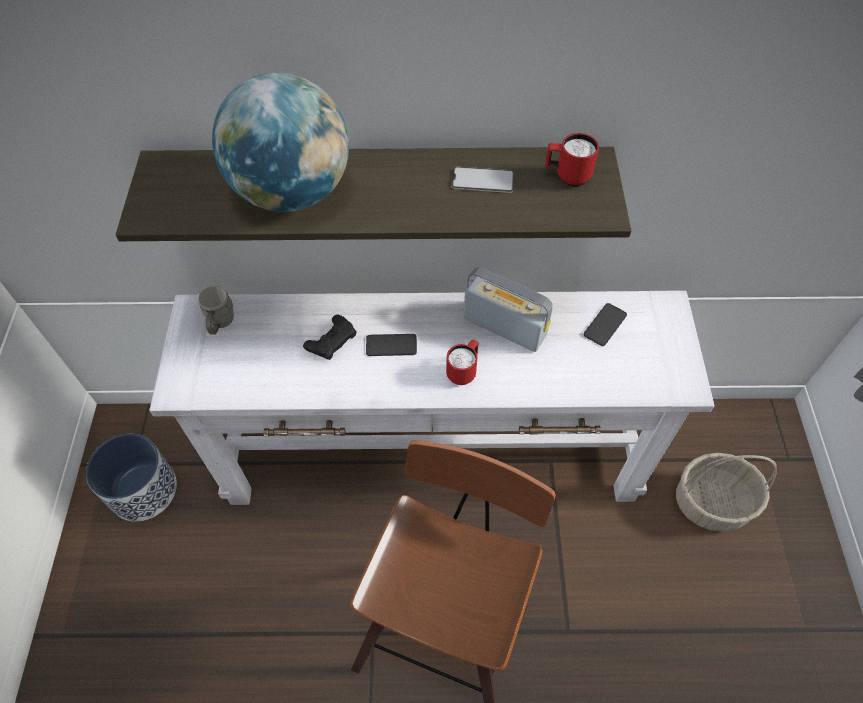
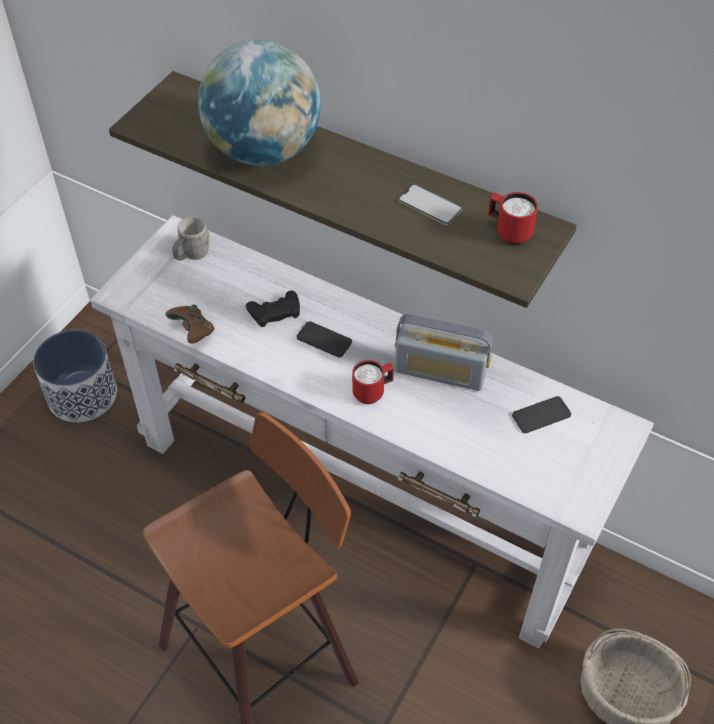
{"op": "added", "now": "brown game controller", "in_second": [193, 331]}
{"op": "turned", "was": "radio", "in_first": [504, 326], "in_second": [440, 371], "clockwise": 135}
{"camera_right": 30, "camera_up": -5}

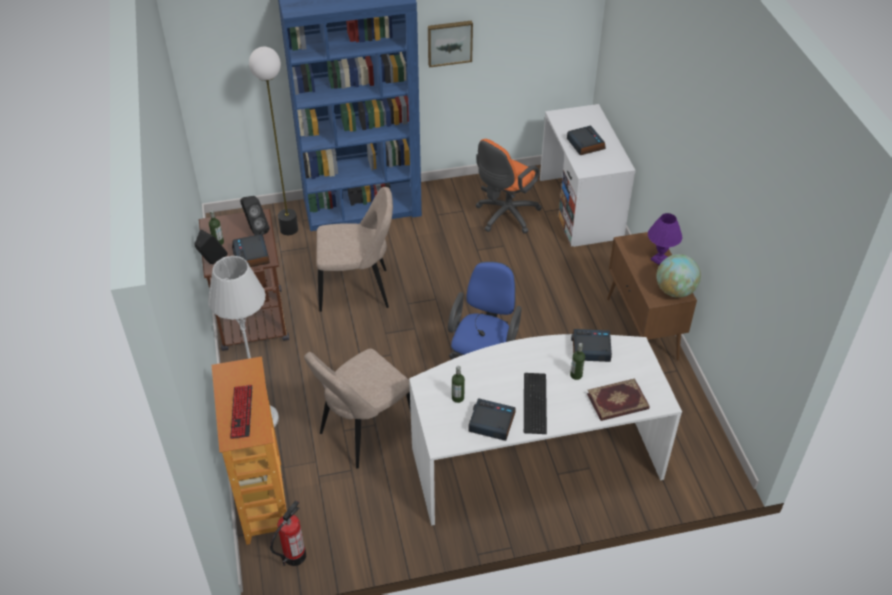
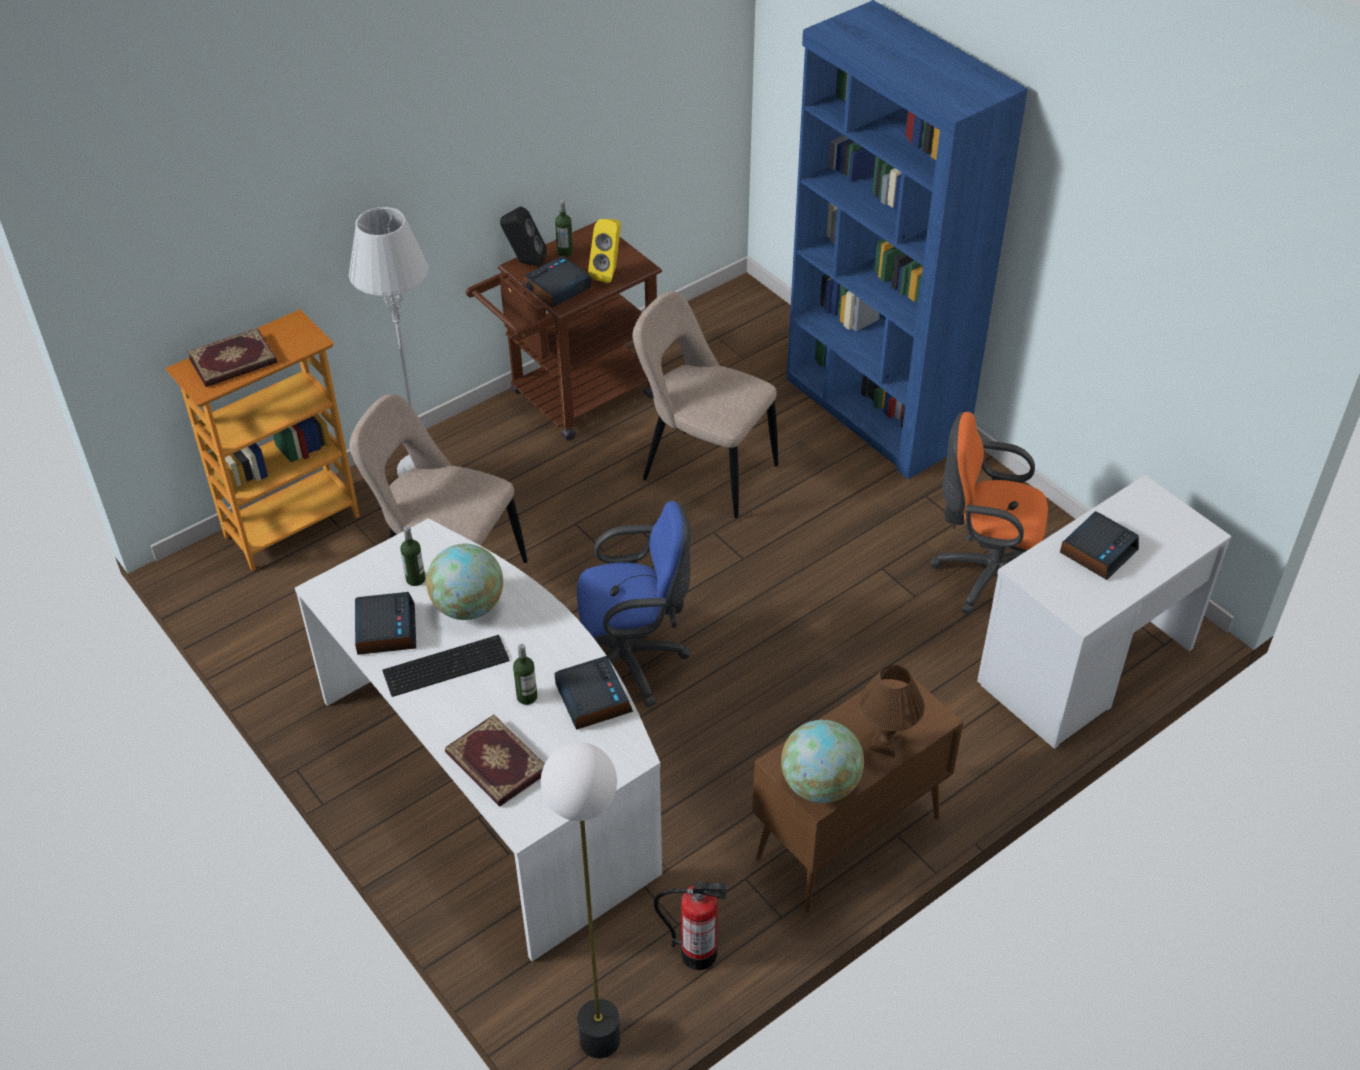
{"op": "replaced", "was": "keyboard", "now": "book", "in_first": [241, 412], "in_second": [233, 361]}
{"op": "added", "now": "globe", "in_second": [468, 607]}
{"op": "moved", "was": "floor lamp", "in_first": [289, 229], "in_second": [600, 1040]}
{"op": "recoloured", "was": "black speaker", "now": "yellow speaker", "in_first": [255, 230], "in_second": [608, 273]}
{"op": "turned", "was": "beige chair", "in_first": [358, 290], "in_second": [704, 471], "clockwise": 150}
{"op": "moved", "was": "fire extinguisher", "in_first": [294, 556], "in_second": [698, 953]}
{"op": "recoloured", "was": "purple table lamp", "now": "brown table lamp", "in_first": [660, 259], "in_second": [886, 743]}
{"op": "removed", "was": "picture", "in_first": [449, 42]}
{"camera_right": 65, "camera_up": 0}

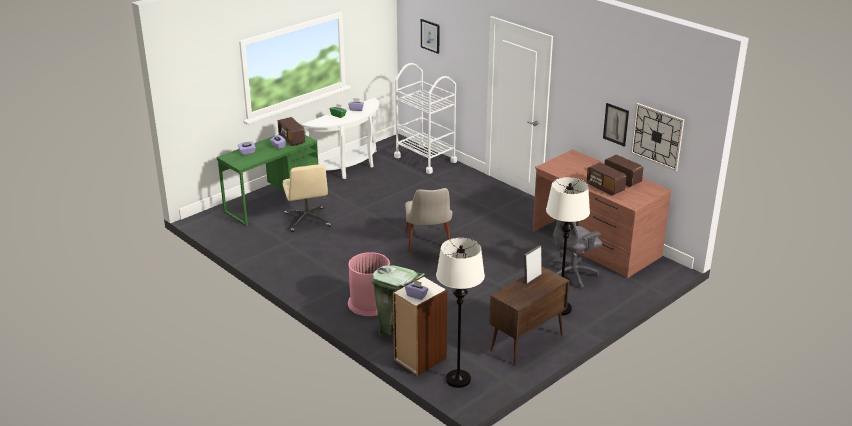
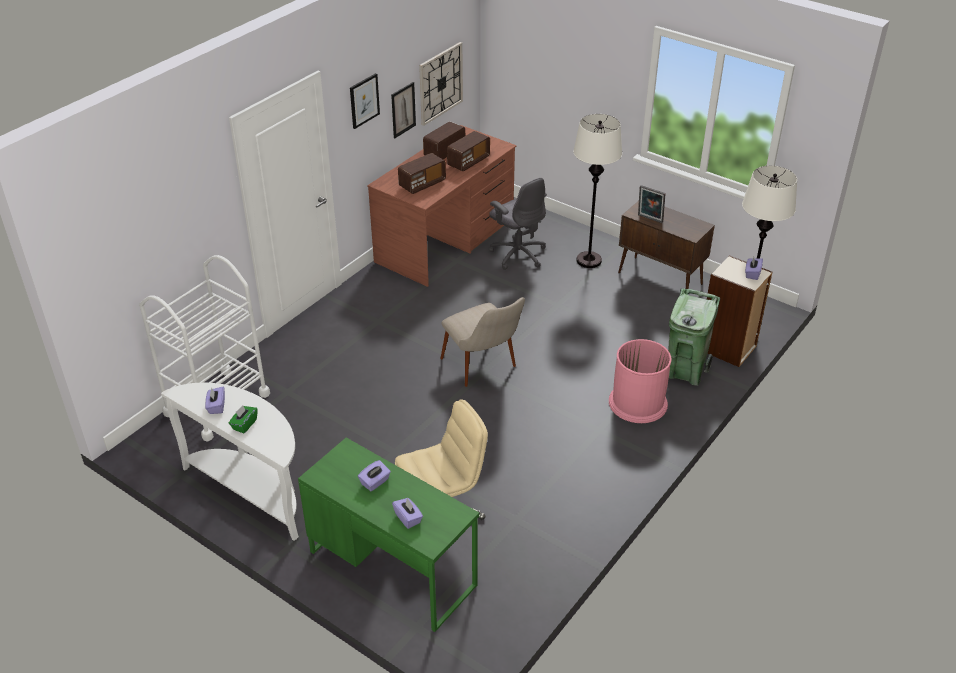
{"op": "moved", "was": "picture", "in_first": [430, 36], "in_second": [364, 100]}
{"op": "moved", "was": "radio", "in_first": [292, 139], "in_second": [422, 184]}
{"op": "turned", "was": "beige chair", "in_first": [428, 245], "in_second": [484, 369], "clockwise": 75}
{"camera_right": -100, "camera_up": 10}

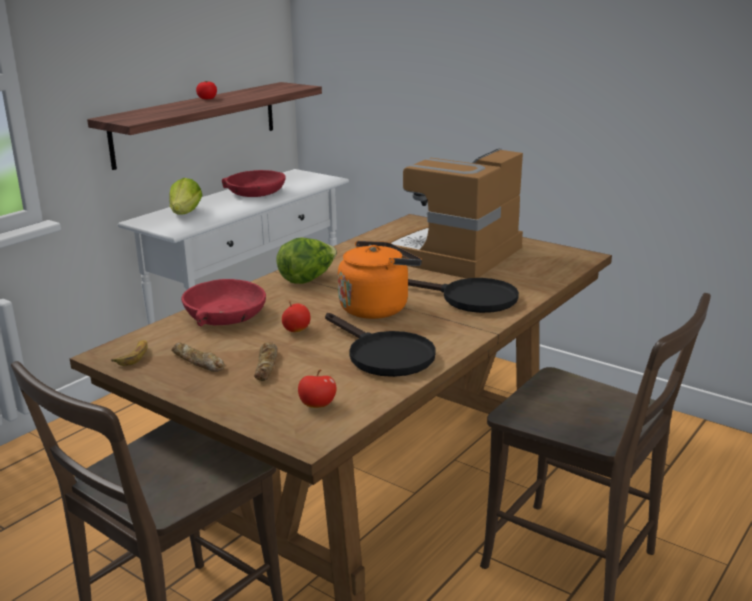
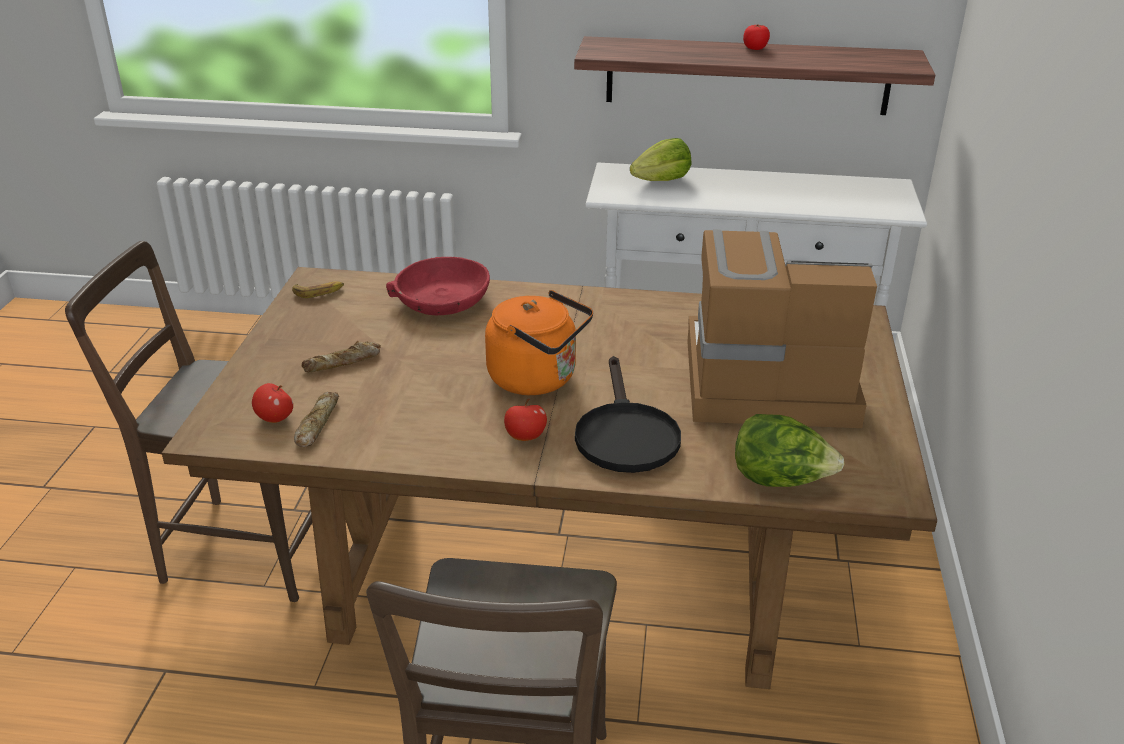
{"op": "moved", "was": "bread", "in_first": [197, 362], "in_second": [316, 424]}
{"op": "moved", "was": "apple", "in_first": [296, 330], "in_second": [525, 437]}
{"op": "moved", "was": "lettuce", "in_first": [307, 279], "in_second": [780, 480]}
{"op": "removed", "was": "red bowl", "in_first": [255, 192]}
{"op": "removed", "was": "black frying pan", "in_first": [383, 355]}
{"camera_right": 60, "camera_up": 10}

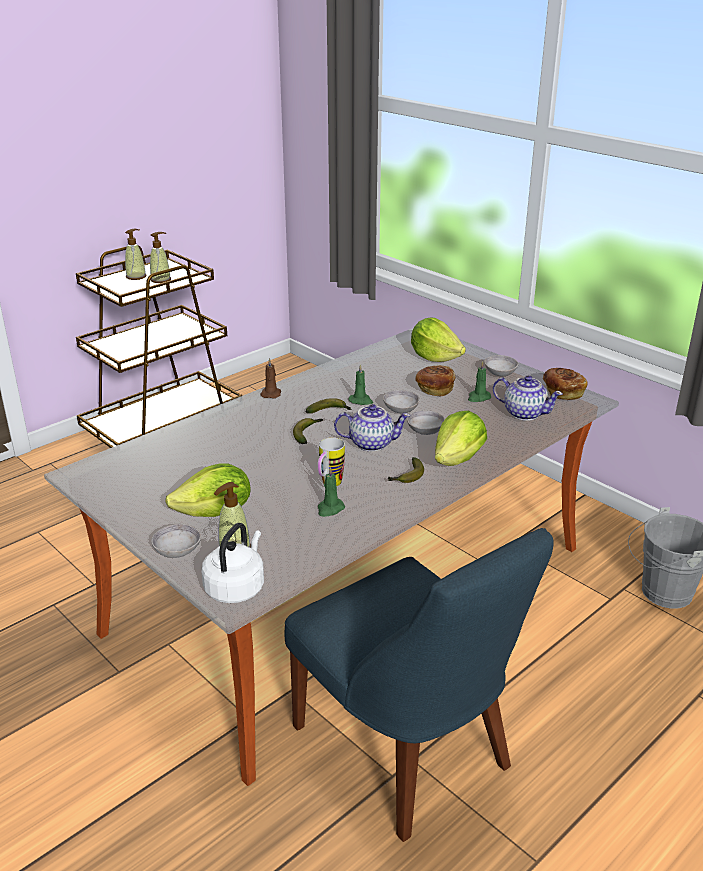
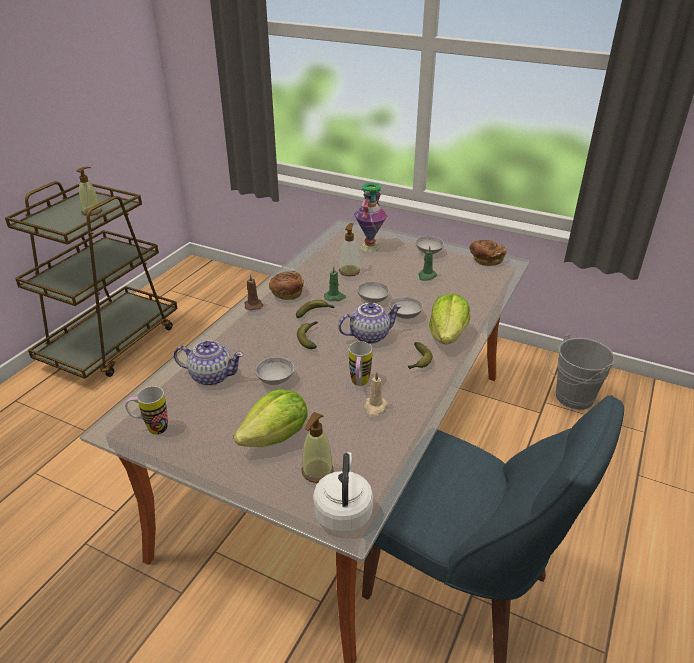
{"op": "added", "now": "mug", "in_second": [151, 429]}
{"op": "moved", "was": "teapot", "in_first": [524, 413], "in_second": [211, 376]}
{"op": "moved", "was": "grey bowl", "in_first": [177, 551], "in_second": [275, 379]}
{"op": "moved", "was": "bread", "in_first": [434, 389], "in_second": [286, 293]}
{"op": "moved", "was": "soap dispenser", "in_first": [136, 276], "in_second": [349, 271]}
{"op": "replaced", "was": "lettuce", "now": "vase", "in_first": [435, 357], "in_second": [369, 246]}
{"op": "recoloured", "was": "green candle", "now": "beige candle", "in_first": [330, 509], "in_second": [375, 407]}
{"camera_right": -20, "camera_up": 5}

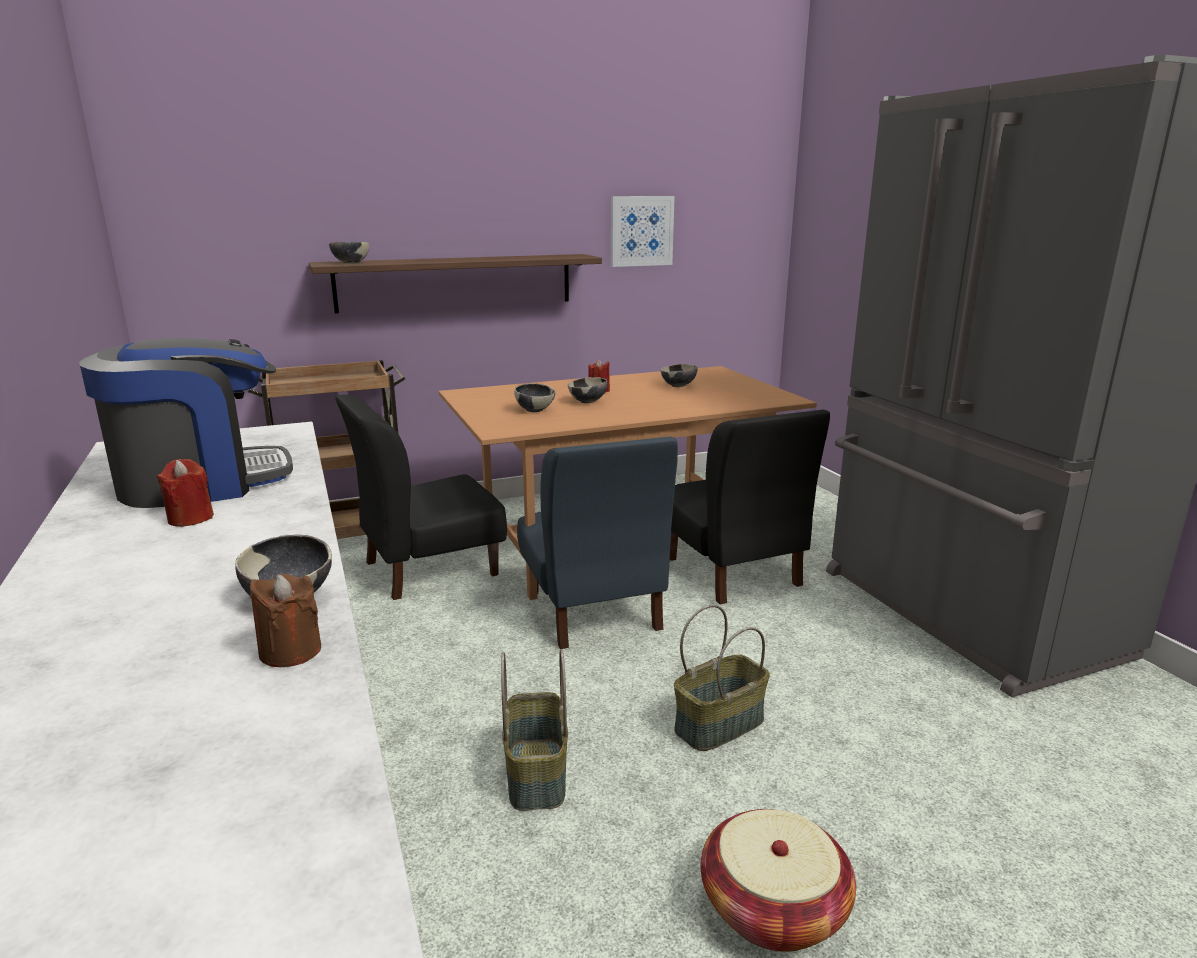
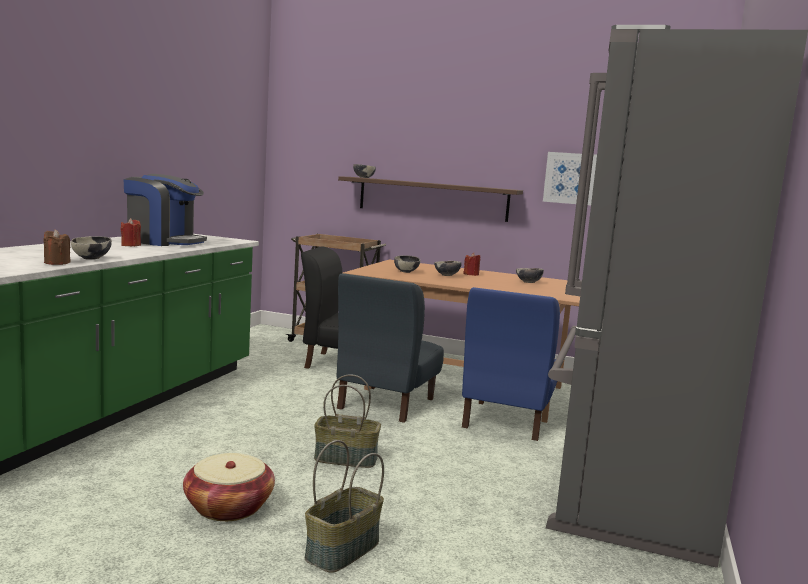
{"op": "moved", "was": "basket", "in_first": [538, 774], "in_second": [343, 551]}
{"op": "recoloured", "was": "black chair", "now": "blue chair", "in_first": [733, 572], "in_second": [505, 420]}
{"camera_right": 40, "camera_up": -10}

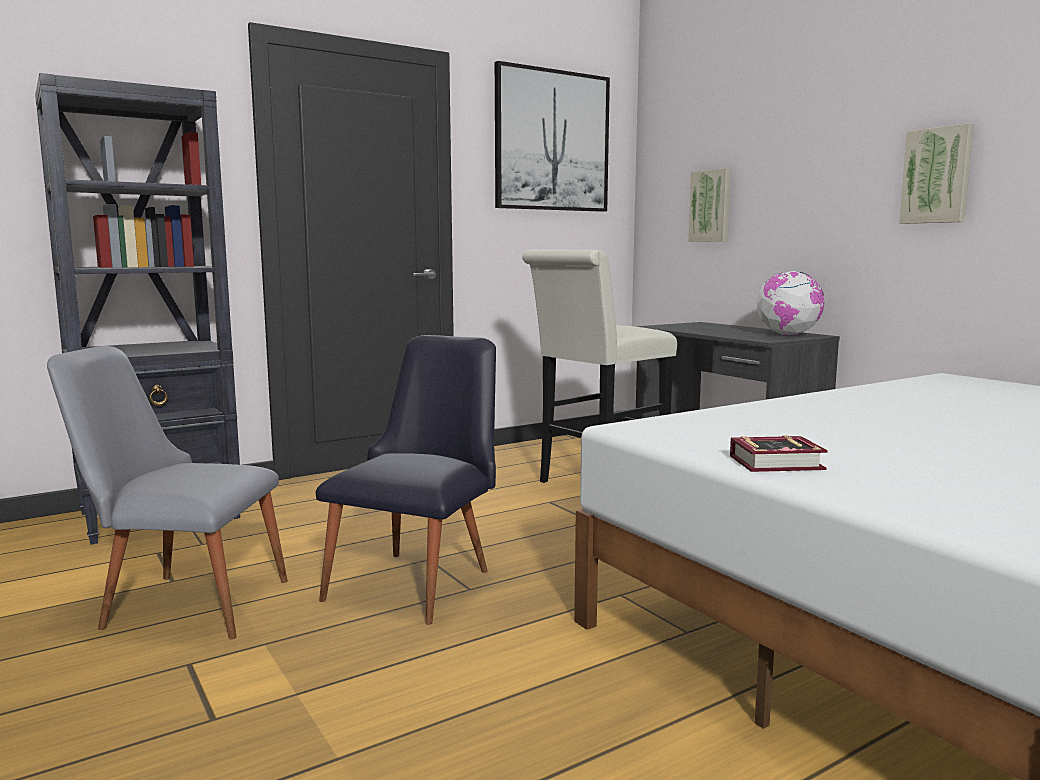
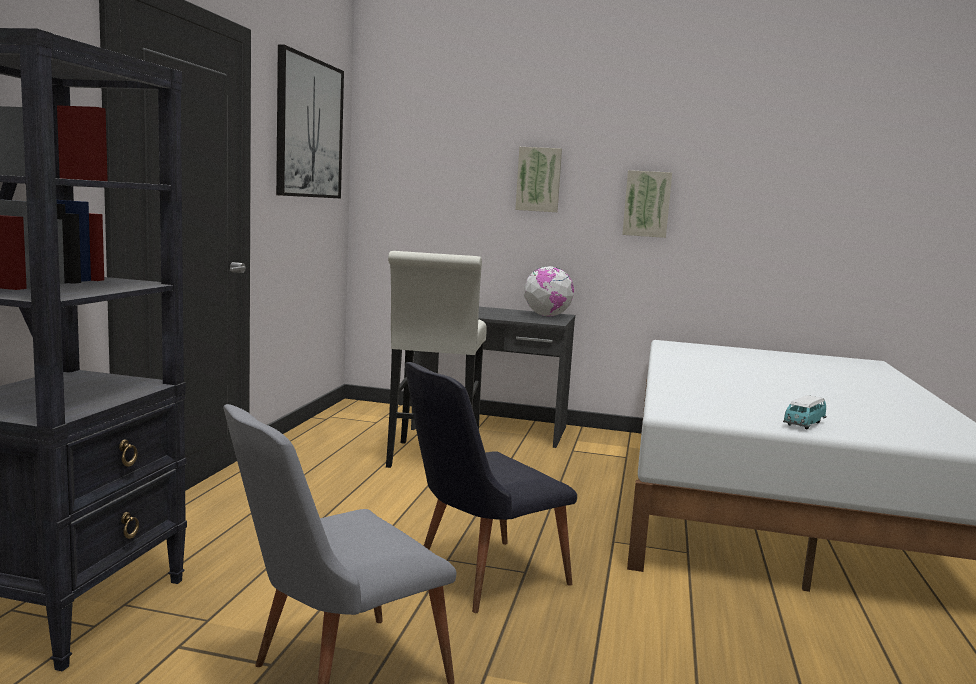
{"op": "turned", "was": "black chair", "in_first": [420, 579], "in_second": [478, 578], "clockwise": -105}
{"op": "moved", "was": "picture", "in_first": [711, 206], "in_second": [539, 179]}
{"op": "replaced", "was": "book", "now": "toy car", "in_first": [780, 463], "in_second": [804, 424]}
{"camera_right": -45, "camera_up": 0}

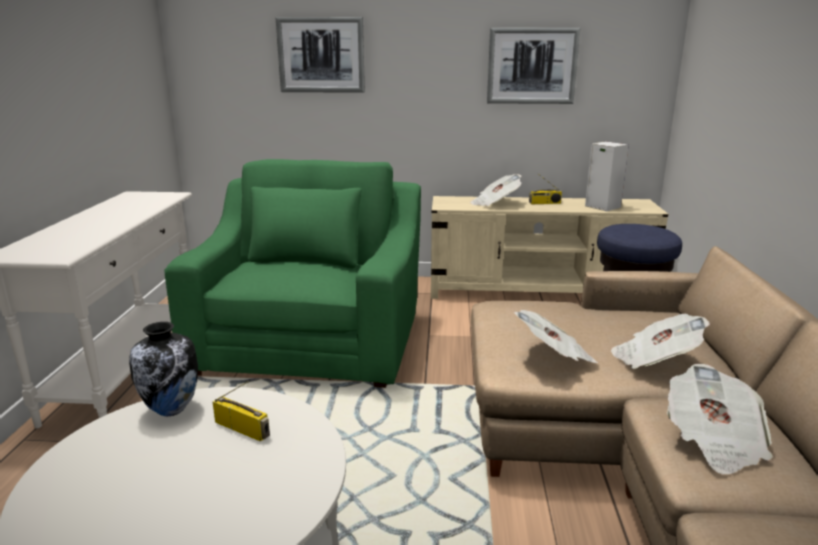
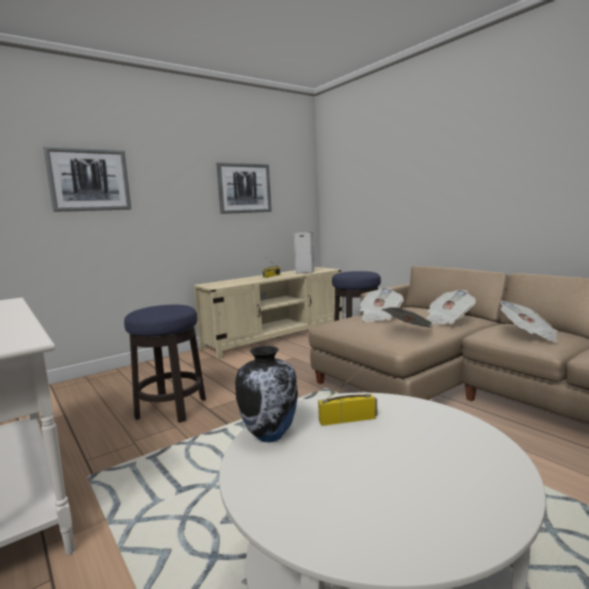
{"op": "replaced", "was": "green armchair", "now": "stool", "in_first": [312, 341], "in_second": [171, 409]}
{"op": "moved", "was": "newspaper", "in_first": [495, 203], "in_second": [379, 317]}
{"camera_right": -40, "camera_up": -10}

